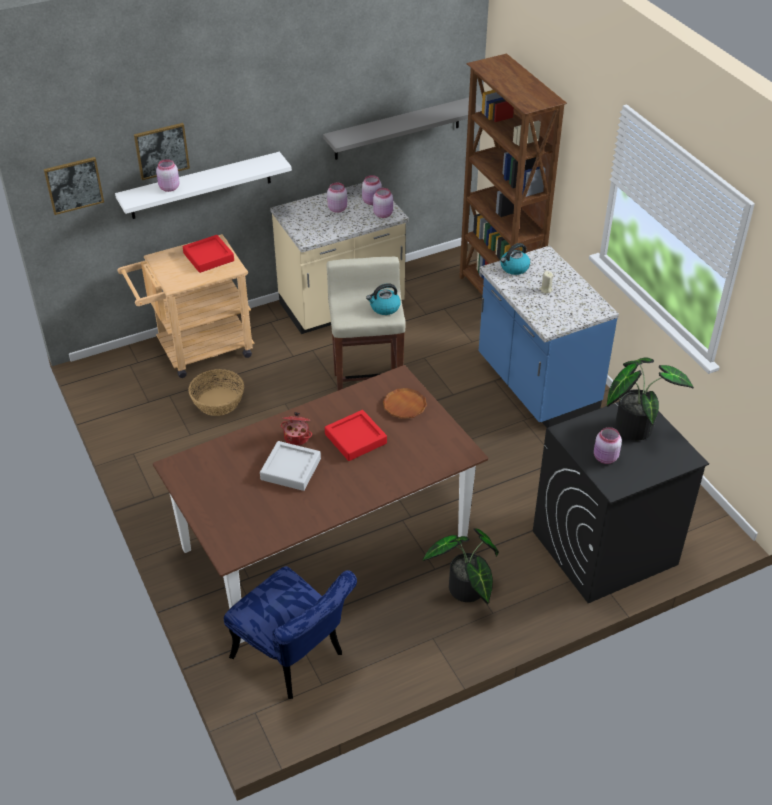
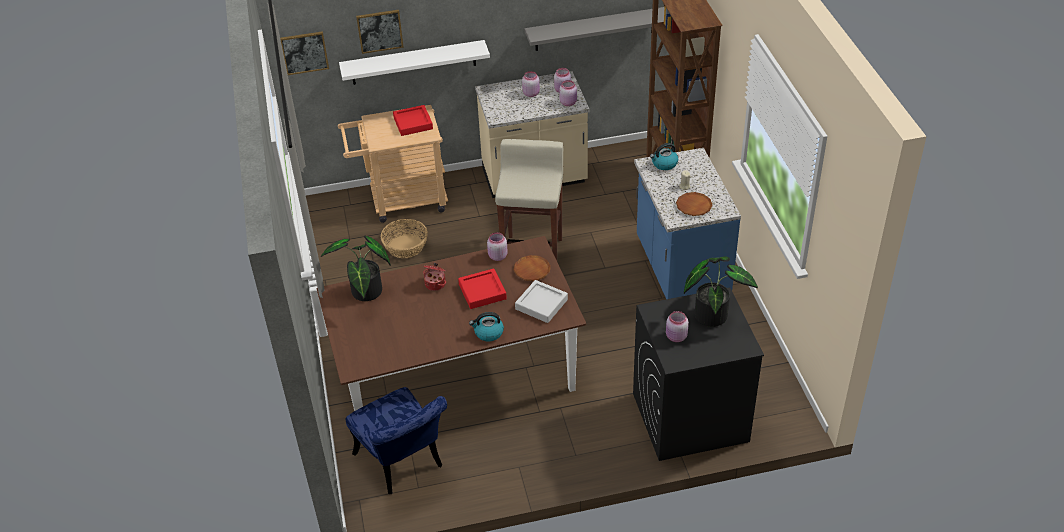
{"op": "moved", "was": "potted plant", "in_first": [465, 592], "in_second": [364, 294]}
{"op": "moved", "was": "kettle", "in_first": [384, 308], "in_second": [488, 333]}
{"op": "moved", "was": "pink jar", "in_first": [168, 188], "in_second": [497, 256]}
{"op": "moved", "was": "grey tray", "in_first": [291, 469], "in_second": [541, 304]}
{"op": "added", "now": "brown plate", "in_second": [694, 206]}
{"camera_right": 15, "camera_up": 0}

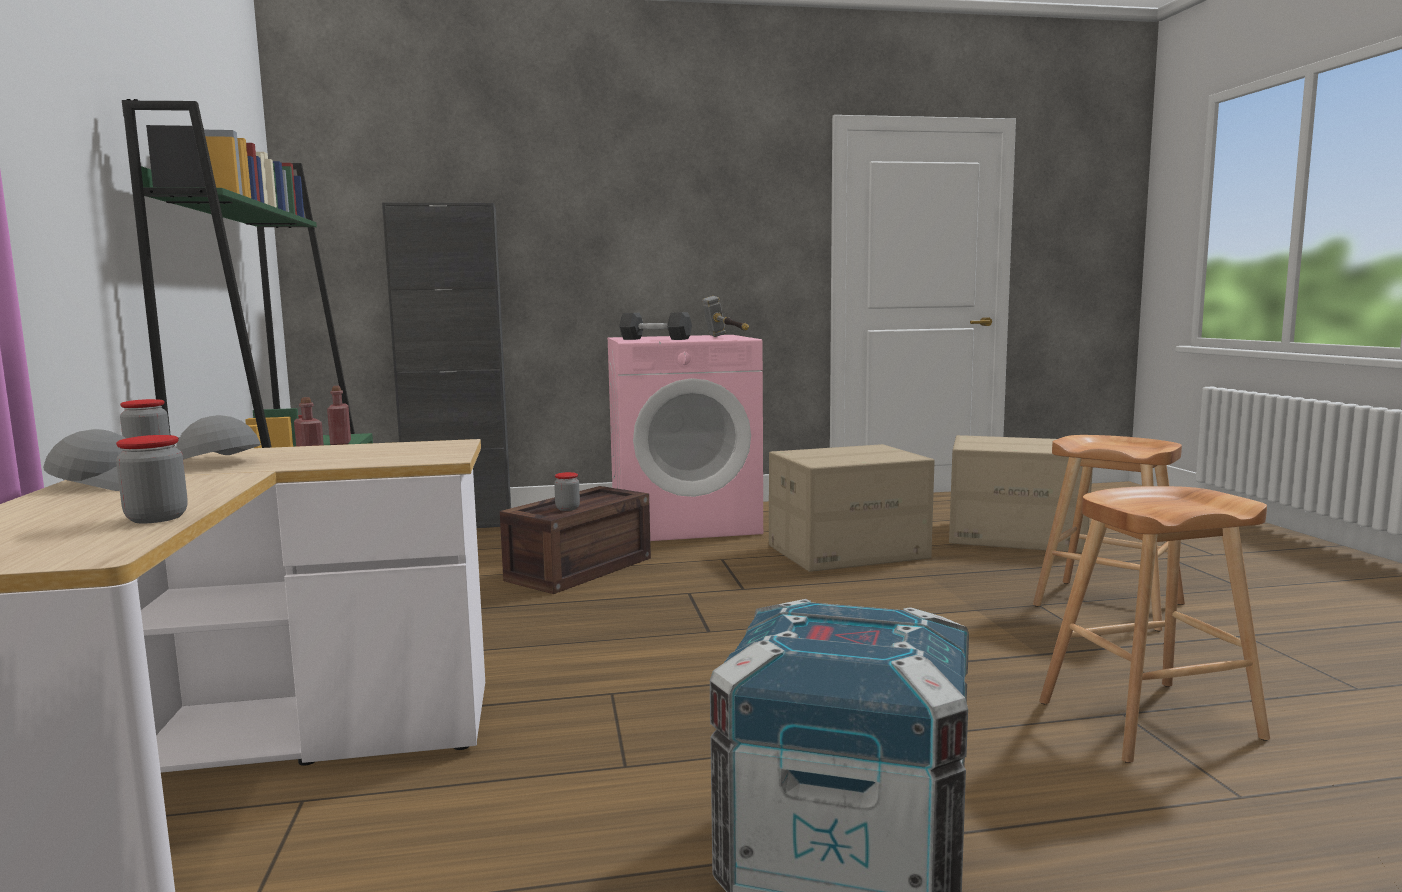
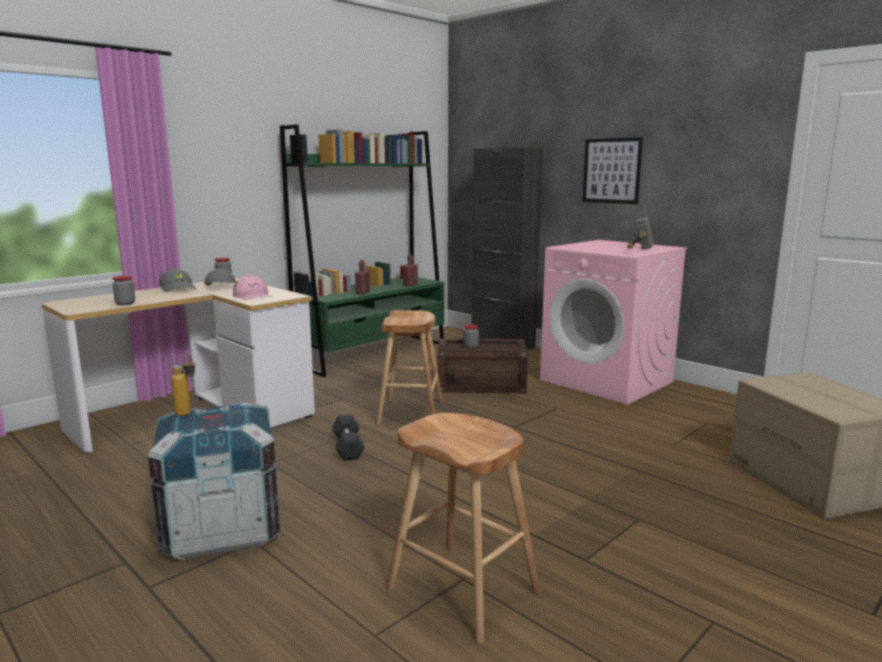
{"op": "added", "now": "bottle", "in_second": [188, 414]}
{"op": "added", "now": "pink cap", "in_second": [253, 296]}
{"op": "moved", "was": "black dumbbell", "in_first": [655, 339], "in_second": [348, 447]}
{"op": "moved", "was": "brown stool", "in_first": [1107, 605], "in_second": [411, 413]}
{"op": "added", "now": "picture", "in_second": [611, 171]}
{"op": "removed", "was": "cardboard box", "in_first": [847, 551]}
{"camera_right": 55, "camera_up": 5}

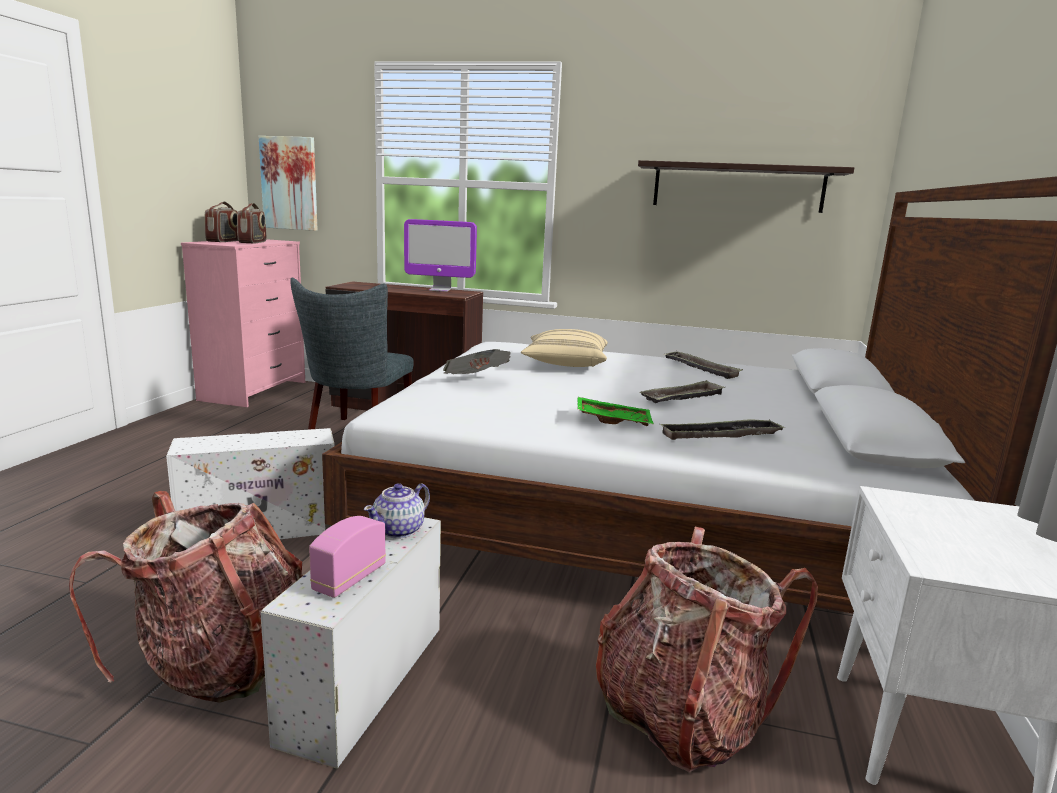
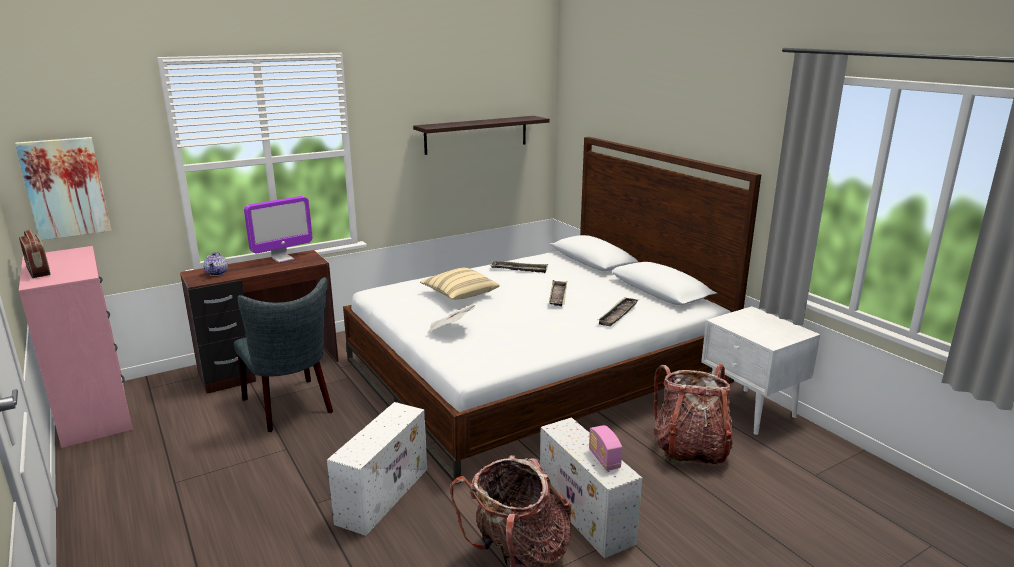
{"op": "moved", "was": "teapot", "in_first": [399, 530], "in_second": [217, 273]}
{"op": "removed", "was": "radio", "in_first": [253, 242]}
{"op": "removed", "was": "green tray", "in_first": [613, 420]}
{"camera_right": -45, "camera_up": 5}

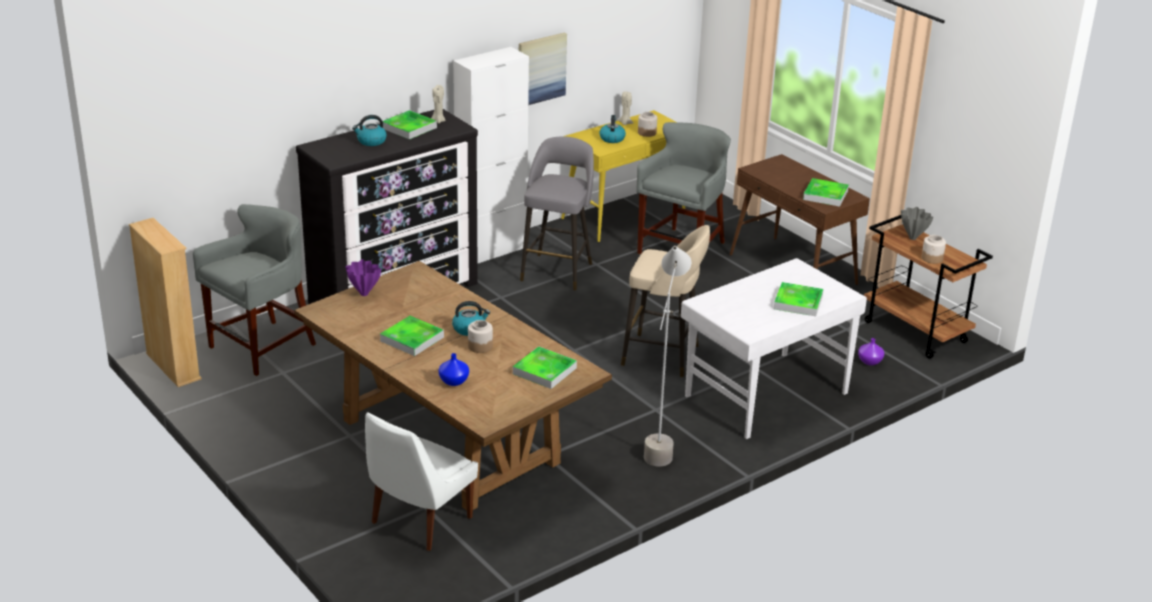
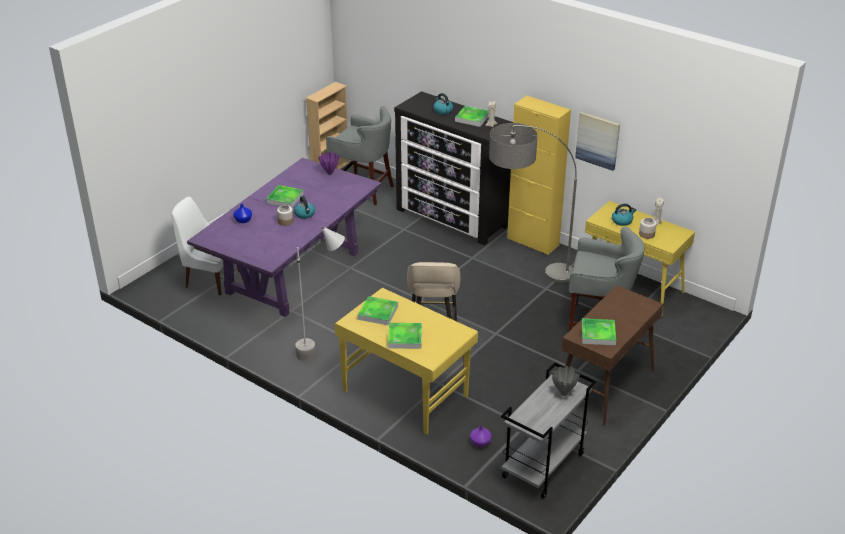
{"op": "recoloured", "was": "brown dining table", "now": "purple dining table", "in_first": [449, 441], "in_second": [293, 272]}
{"op": "recoloured", "was": "white desk", "now": "yellow desk", "in_first": [764, 394], "in_second": [405, 392]}
{"op": "moved", "was": "tray", "in_first": [544, 371], "in_second": [378, 313]}
{"op": "replaced", "was": "grey stool", "now": "floor lamp", "in_first": [557, 271], "in_second": [523, 273]}
{"op": "recoloured", "was": "brown cart", "now": "grey cart", "in_first": [916, 332], "in_second": [543, 466]}
{"op": "recoloured", "was": "white cabinet", "now": "yellow cabinet", "in_first": [491, 251], "in_second": [533, 242]}
{"op": "removed", "was": "jar", "in_first": [932, 258]}
{"camera_right": 75, "camera_up": 5}

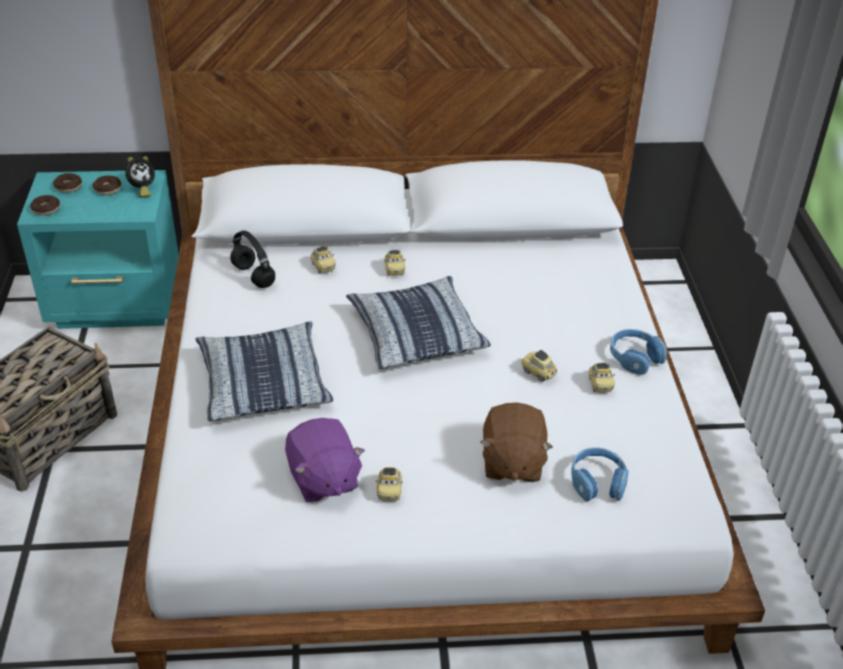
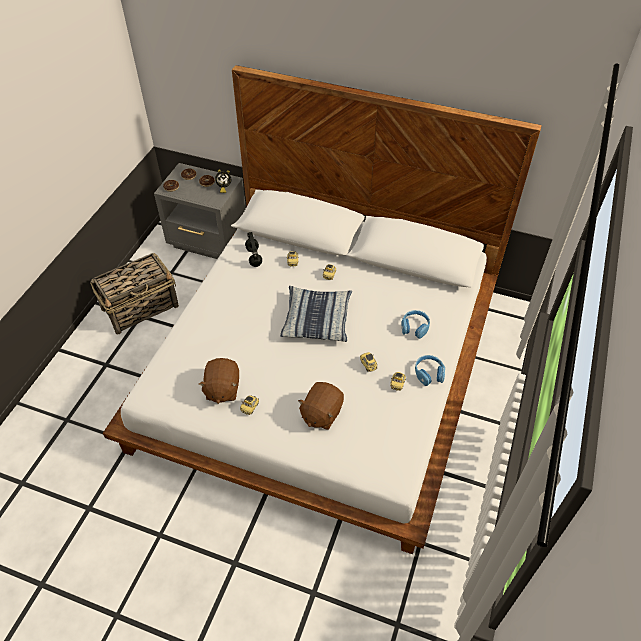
{"op": "recoloured", "was": "turquoise nightstand", "now": "grey nightstand", "in_first": [117, 304], "in_second": [208, 241]}
{"op": "recoloured", "was": "purple plush toy", "now": "brown plush toy", "in_first": [323, 479], "in_second": [222, 389]}
{"op": "moved", "was": "blue headphones", "in_first": [597, 482], "in_second": [414, 327]}
{"op": "removed", "was": "pillow", "in_first": [263, 382]}
{"camera_right": 25, "camera_up": 10}

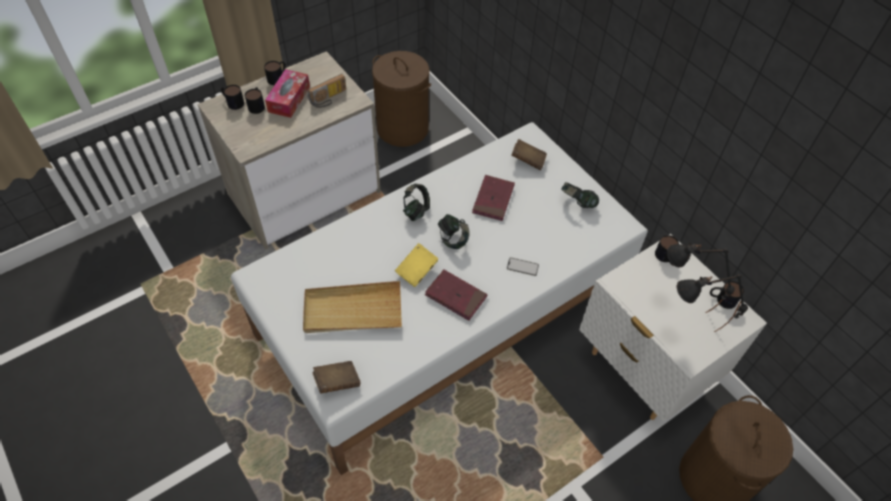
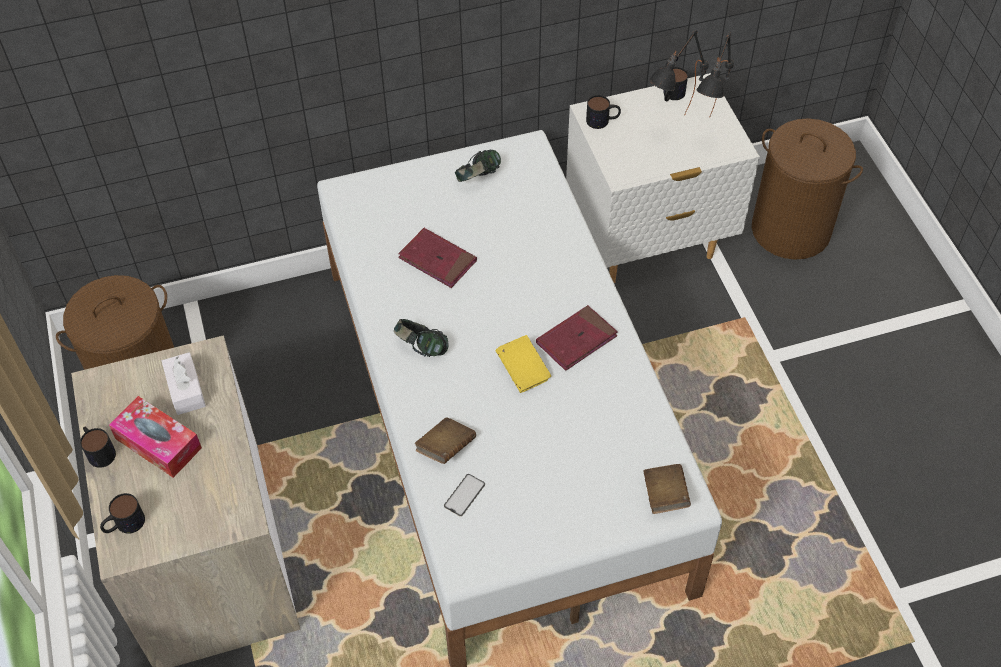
{"op": "replaced", "was": "radio", "now": "white tissue box", "in_first": [329, 99], "in_second": [186, 390]}
{"op": "moved", "was": "brown book", "in_first": [528, 161], "in_second": [445, 448]}
{"op": "moved", "was": "phone", "in_first": [522, 266], "in_second": [464, 495]}
{"op": "removed", "was": "mug", "in_first": [257, 105]}
{"op": "removed", "was": "beige tray", "in_first": [352, 310]}
{"op": "removed", "was": "headphones", "in_first": [453, 239]}
{"camera_right": -70, "camera_up": 0}

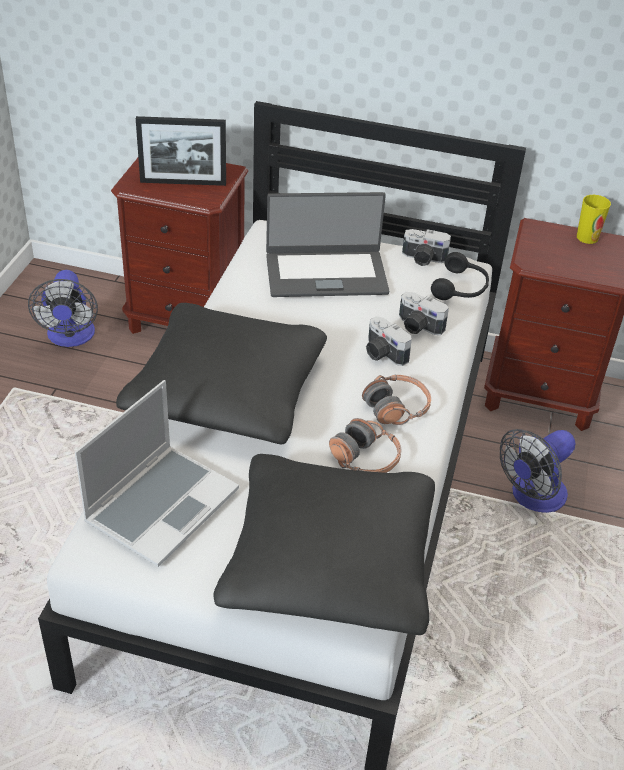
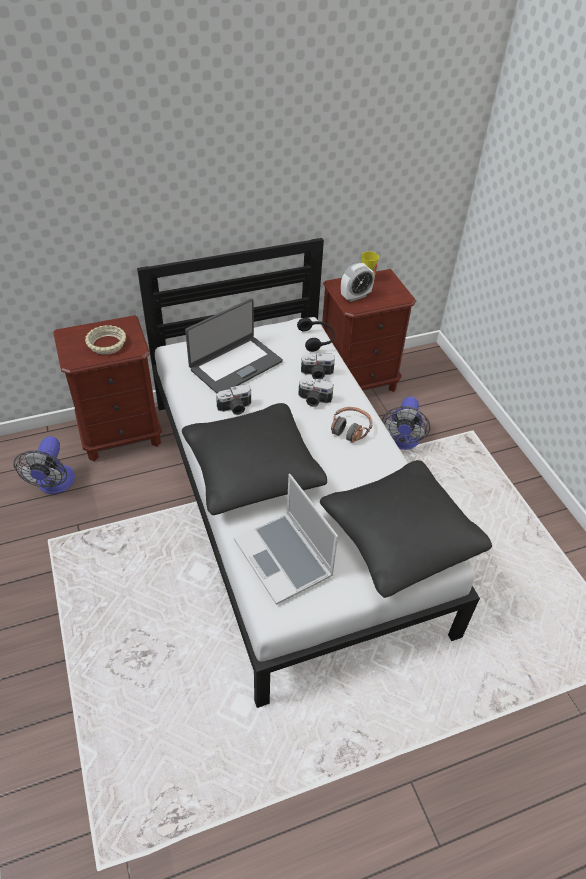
{"op": "turned", "was": "fan", "in_first": [70, 337], "in_second": [54, 485], "clockwise": 45}
{"op": "replaced", "was": "picture frame", "now": "beige bowl", "in_first": [183, 182], "in_second": [107, 344]}
{"op": "moved", "was": "photo camera", "in_first": [423, 259], "in_second": [235, 408]}
{"op": "turned", "was": "laptop", "in_first": [162, 504], "in_second": [285, 559], "clockwise": 150}
{"op": "added", "now": "alarm clock", "in_second": [355, 296]}
{"op": "removed", "was": "headphones", "in_first": [365, 459]}
{"camera_right": -35, "camera_up": 5}

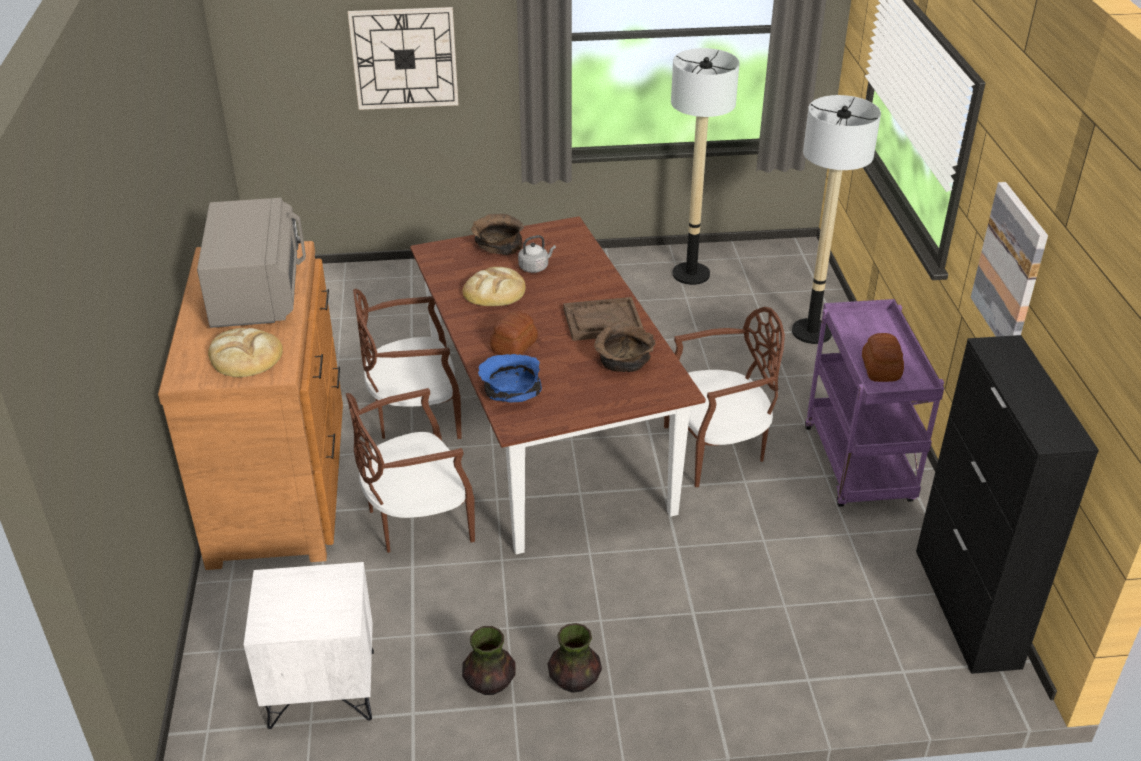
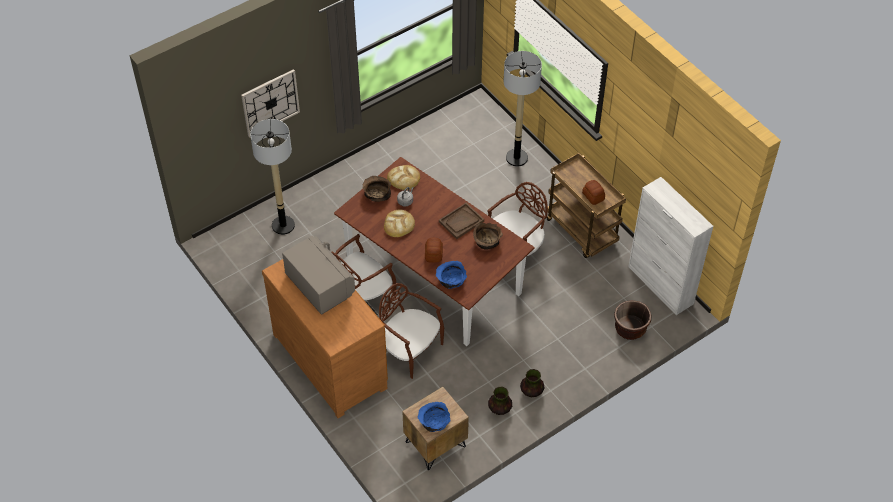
{"op": "moved", "was": "floor lamp", "in_first": [691, 274], "in_second": [283, 225]}
{"op": "turned", "was": "brown chair", "in_first": [416, 520], "in_second": [410, 350], "clockwise": 90}
{"op": "moved", "was": "bread", "in_first": [245, 356], "in_second": [404, 178]}
{"op": "recoloured", "was": "white nightstand", "now": "brown nightstand", "in_first": [322, 690], "in_second": [435, 444]}
{"op": "added", "now": "blue bowl", "in_second": [434, 422]}
{"op": "recoloured", "was": "purple cart", "now": "brown cart", "in_first": [859, 466], "in_second": [582, 231]}
{"op": "added", "now": "brown planter", "in_second": [630, 329]}
{"op": "recoloured", "was": "black cabinet", "now": "white cabinet", "in_first": [966, 608], "in_second": [660, 285]}
{"op": "removed", "was": "picture", "in_first": [1010, 268]}
{"camera_right": -30, "camera_up": 15}

